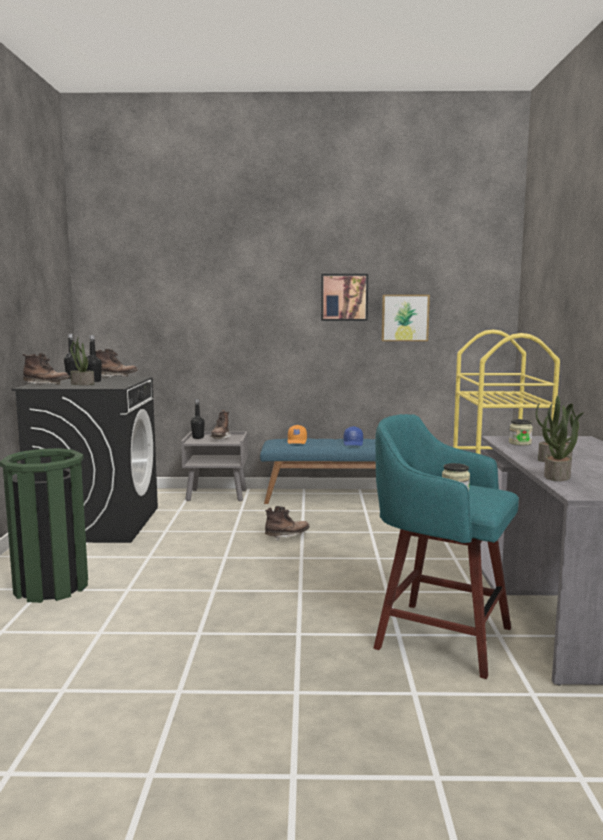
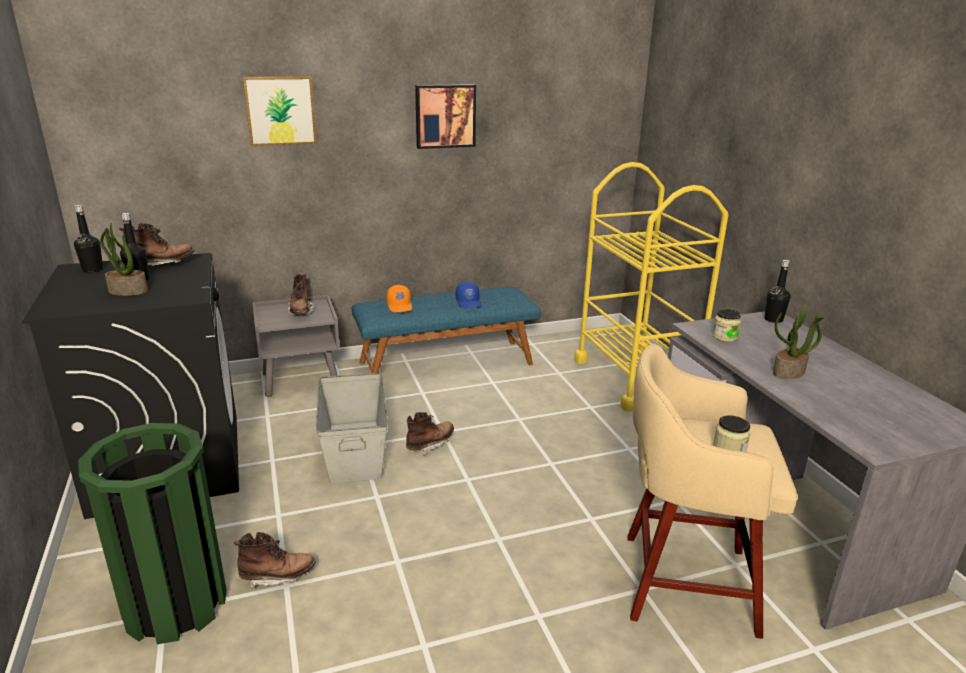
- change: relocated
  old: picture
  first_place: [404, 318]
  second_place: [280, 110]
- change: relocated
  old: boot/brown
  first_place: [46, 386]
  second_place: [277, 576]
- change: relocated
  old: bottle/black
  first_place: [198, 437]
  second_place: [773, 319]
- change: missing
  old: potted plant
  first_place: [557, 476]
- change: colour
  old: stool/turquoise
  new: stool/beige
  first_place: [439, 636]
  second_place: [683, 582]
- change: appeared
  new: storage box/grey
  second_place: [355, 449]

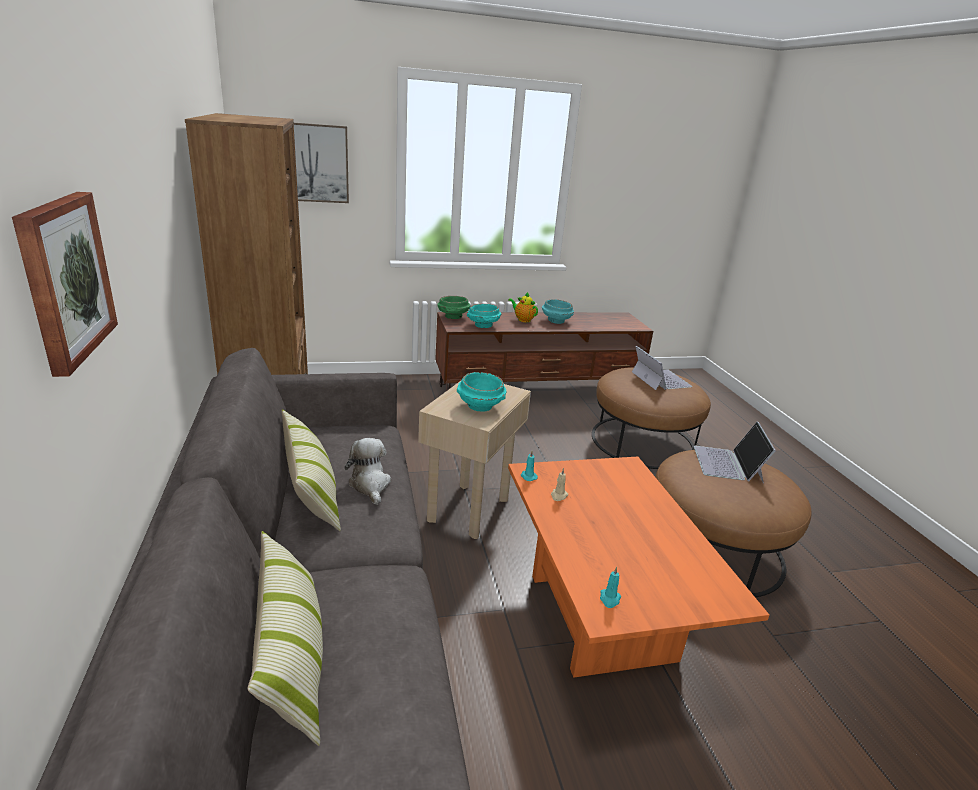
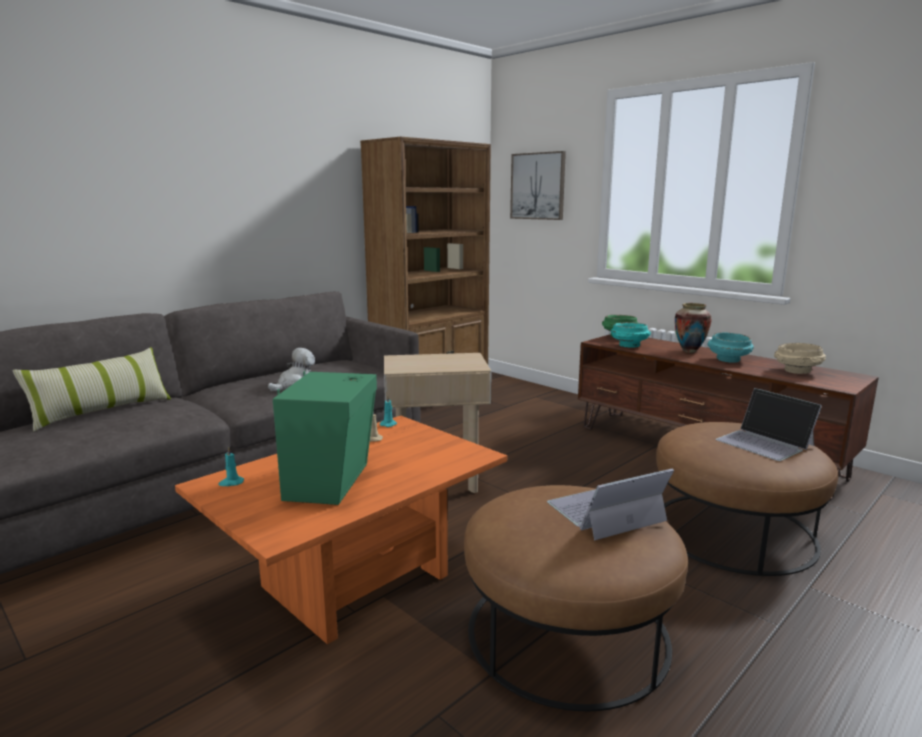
- change: missing
  old: picture
  first_place: [65, 279]
- change: exchanged
  old: teapot
  new: vase
  first_place: [523, 319]
  second_place: [689, 351]
- change: spun
  old: laptop
  first_place: [660, 379]
  second_place: [765, 442]
  degrees: 105
- change: missing
  old: bowl/turquoise
  first_place: [480, 406]
- change: missing
  old: pillow
  first_place: [312, 491]
- change: appeared
  new: bowl/beige
  second_place: [797, 371]
- change: appeared
  new: speaker/green
  second_place: [332, 481]

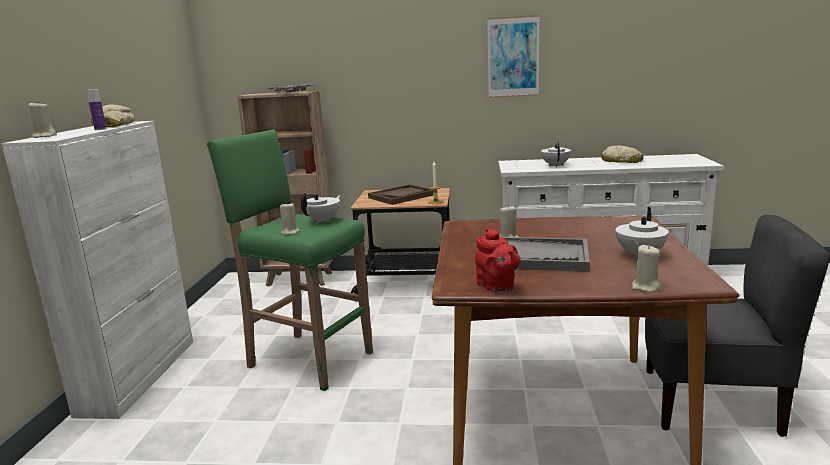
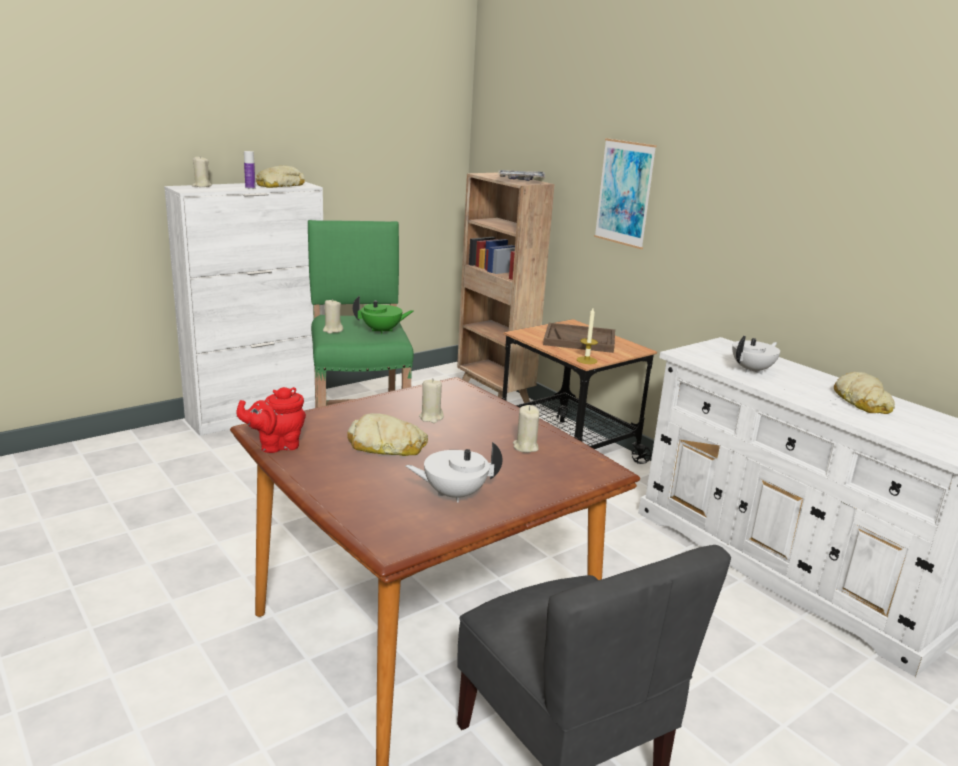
- change: relocated
  old: picture
  first_place: [513, 57]
  second_place: [624, 193]
- change: colour
  old: teapot/white
  new: teapot/green
  first_place: [323, 220]
  second_place: [382, 331]
- change: spun
  old: teapot/red
  first_place: [497, 287]
  second_place: [276, 445]
  degrees: 45
- change: exchanged
  old: tray/grey
  new: bread
  first_place: [540, 257]
  second_place: [386, 445]
- change: relocated
  old: candle/beige
  first_place: [645, 287]
  second_place: [525, 447]

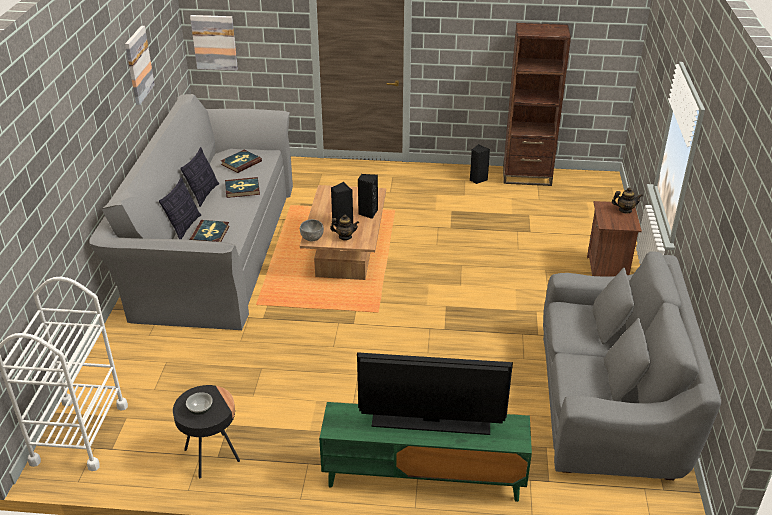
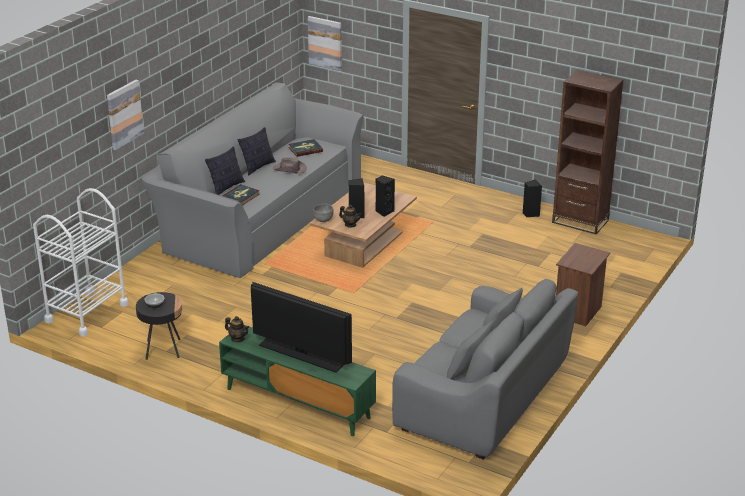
- change: relocated
  old: picture
  first_place: [138, 65]
  second_place: [124, 114]
- change: exchanged
  old: book
  new: hat/brown
  first_place: [242, 189]
  second_place: [290, 169]
- change: relocated
  old: teapot
  first_place: [625, 210]
  second_place: [237, 339]

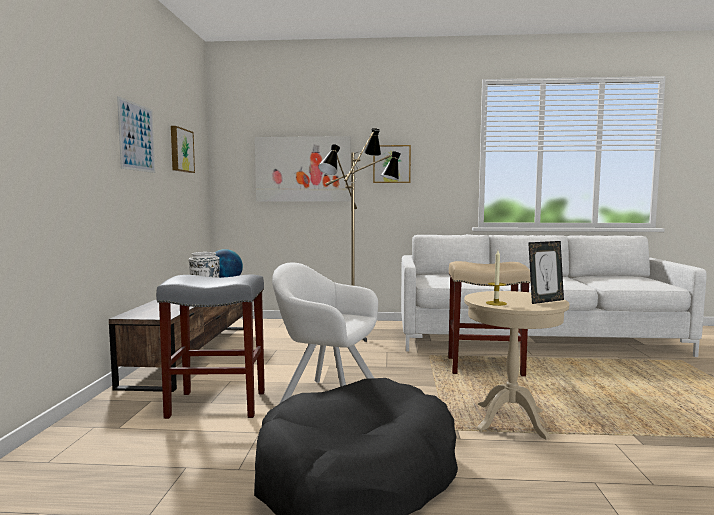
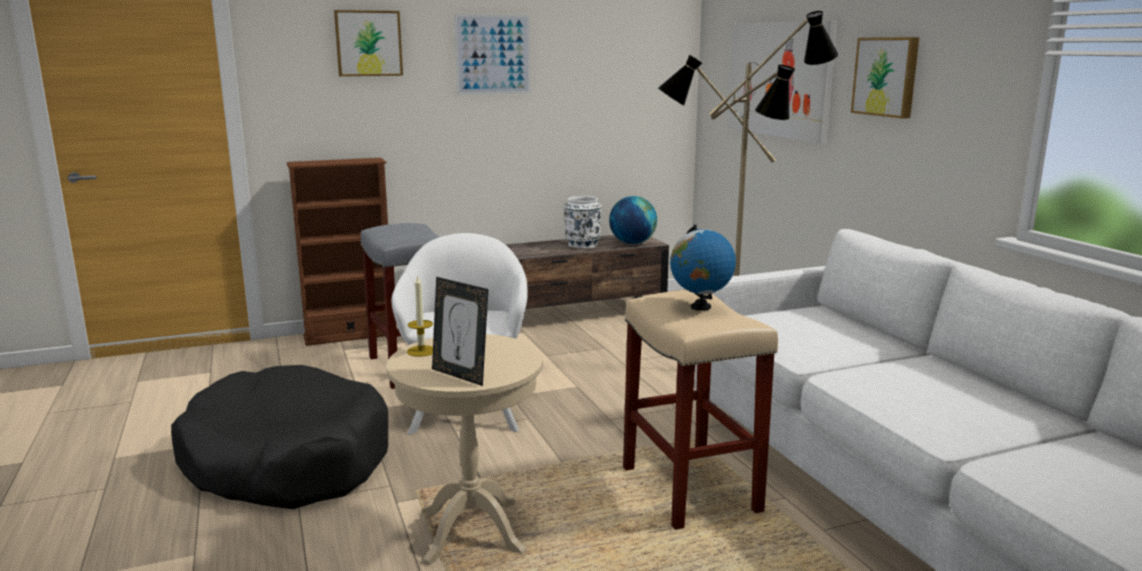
- change: relocated
  old: picture
  first_place: [180, 150]
  second_place: [368, 43]
- change: appeared
  new: bookcase/brown
  second_place: [350, 335]
- change: appeared
  new: globe
  second_place: [700, 307]

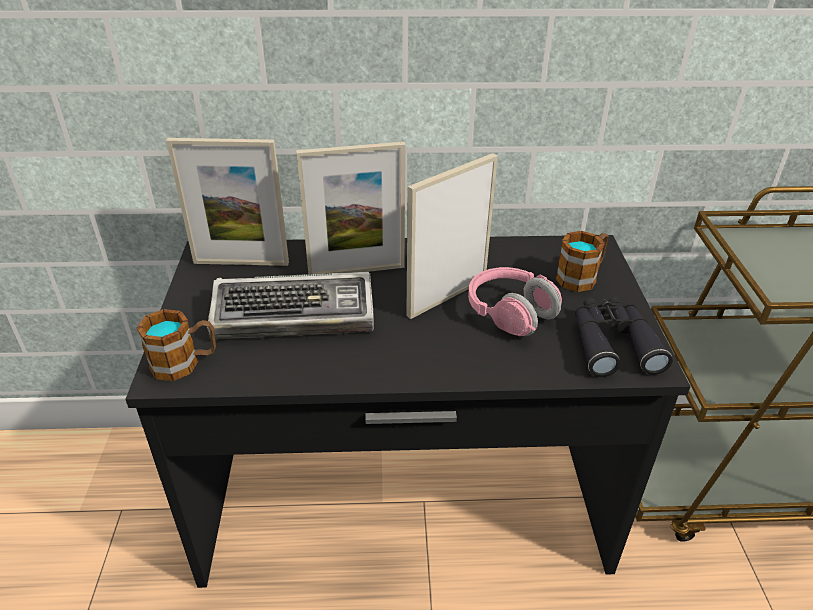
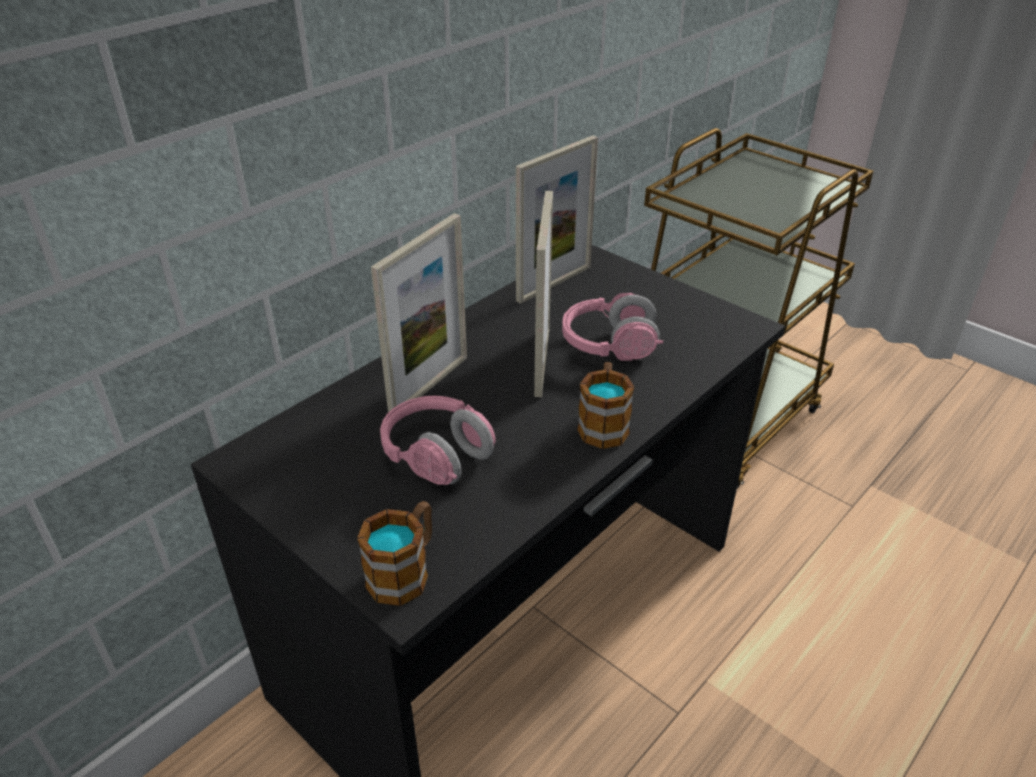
- change: relocated
  old: picture frame
  first_place: [241, 263]
  second_place: [554, 283]
- change: relocated
  old: mug
  first_place: [581, 276]
  second_place: [603, 423]
- change: exchanged
  old: keyboard
  new: headphones/pink
  first_place: [296, 314]
  second_place: [437, 456]
- change: missing
  old: binoculars/black
  first_place: [612, 343]

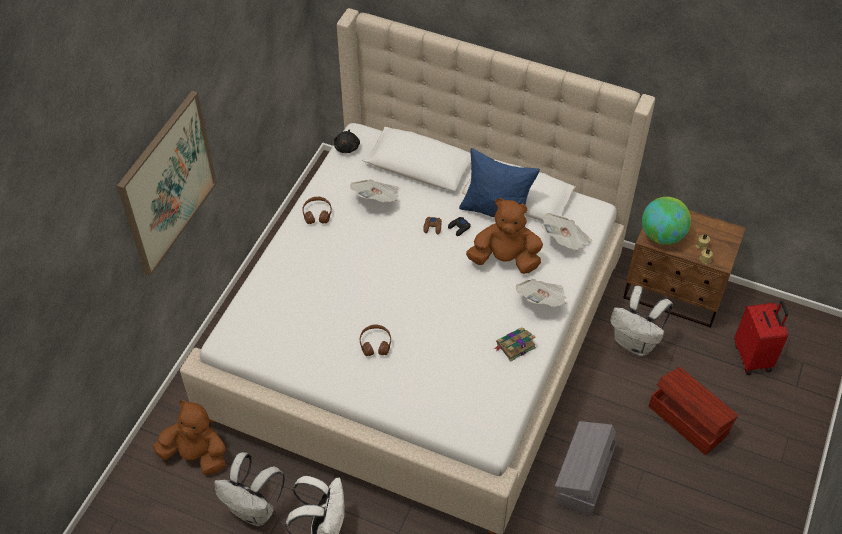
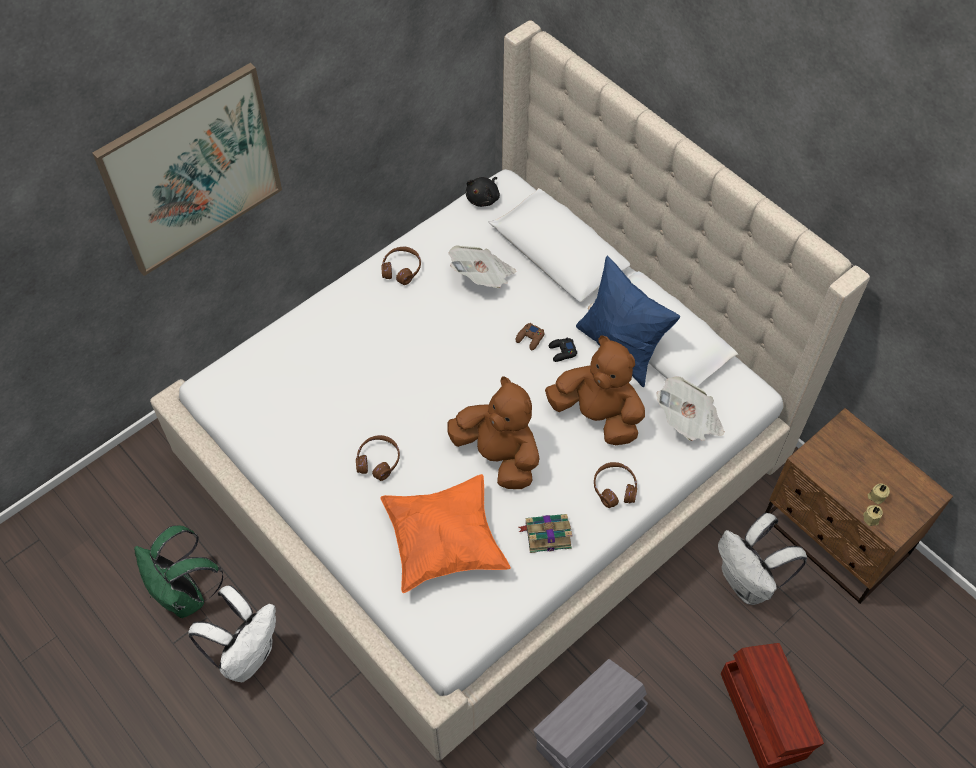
- change: missing
  old: globe
  first_place: [662, 235]
- change: exchanged
  old: newspaper
  new: headphones/brown
  first_place: [542, 300]
  second_place: [614, 488]
- change: missing
  old: suitcase/red
  first_place: [753, 357]
- change: relocated
  old: plush toy/brown
  first_place: [196, 455]
  second_place: [498, 455]
- change: colour
  old: backpack/white
  new: backpack/green
  first_place: [254, 510]
  second_place: [186, 595]
- change: appeared
  new: pillow/orange
  second_place: [444, 542]

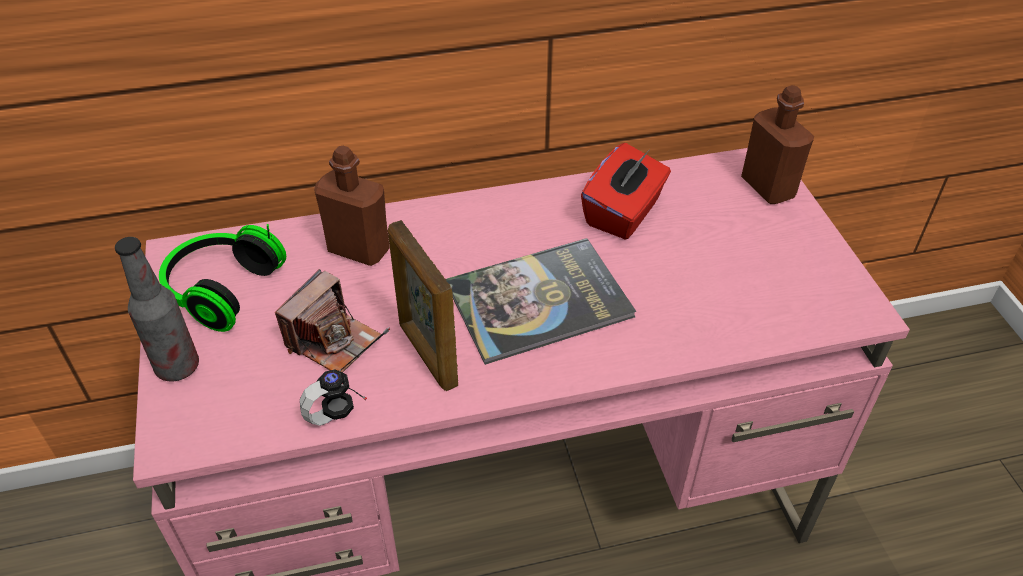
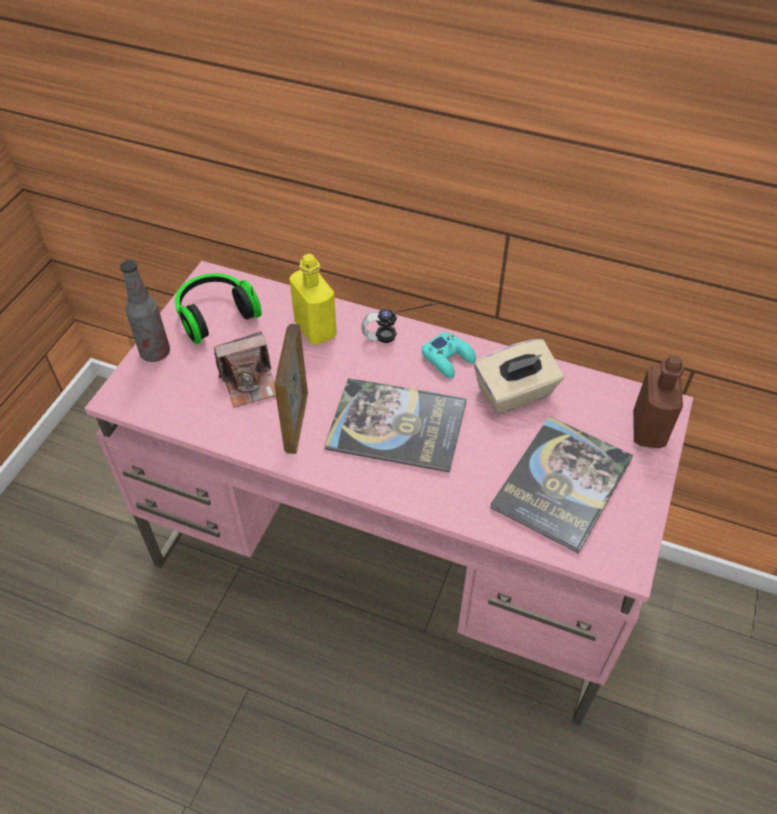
- change: colour
  old: tissue box/red
  new: tissue box/beige
  first_place: [624, 213]
  second_place: [515, 393]
- change: colour
  old: bottle/brown
  new: bottle/yellow
  first_place: [359, 250]
  second_place: [315, 329]
- change: relocated
  old: headphones
  first_place: [362, 406]
  second_place: [400, 342]
- change: appeared
  new: game controller/turquoise
  second_place: [448, 359]
- change: appeared
  new: book
  second_place: [562, 483]

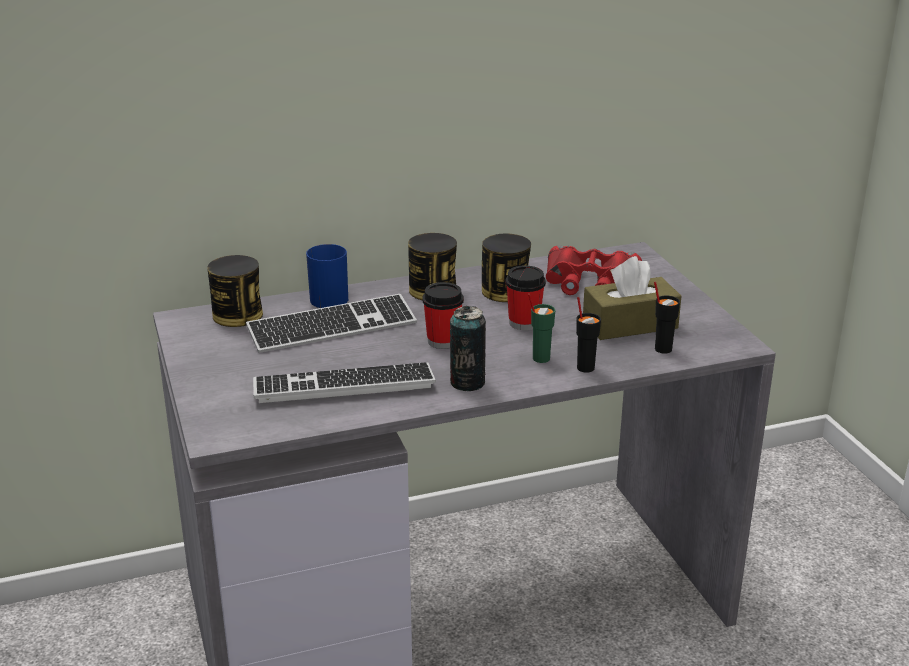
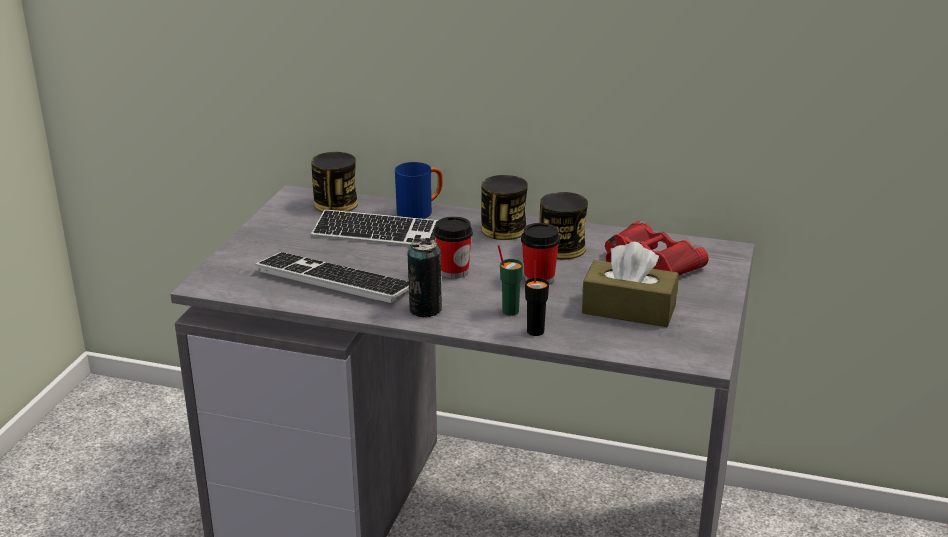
- change: missing
  old: cup/black
  first_place: [662, 349]

